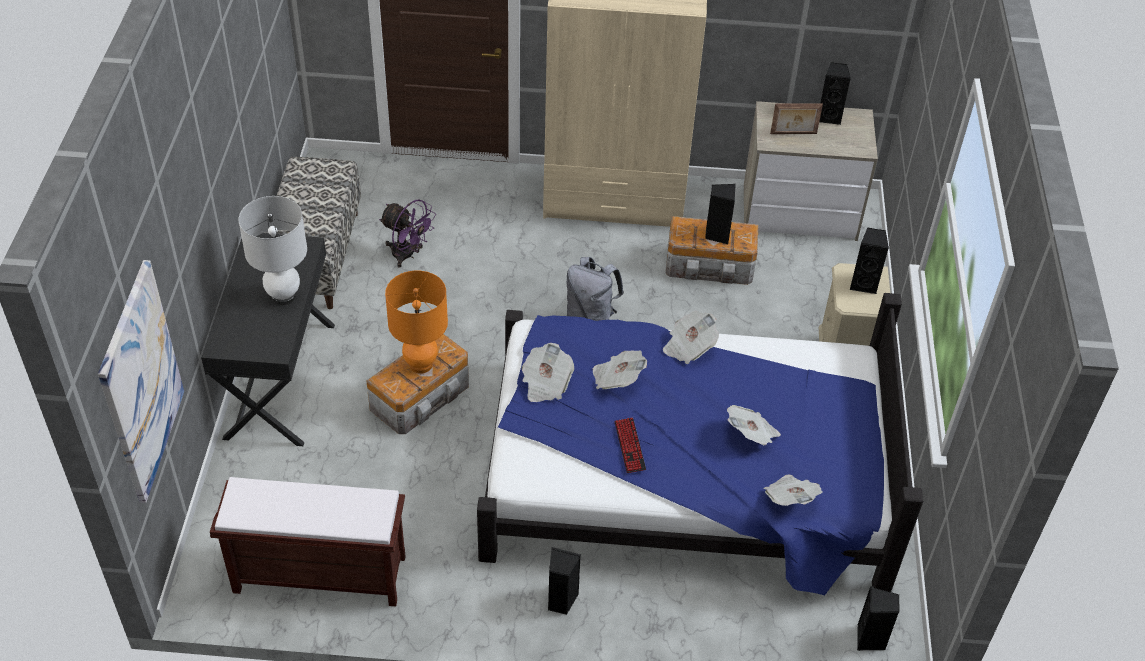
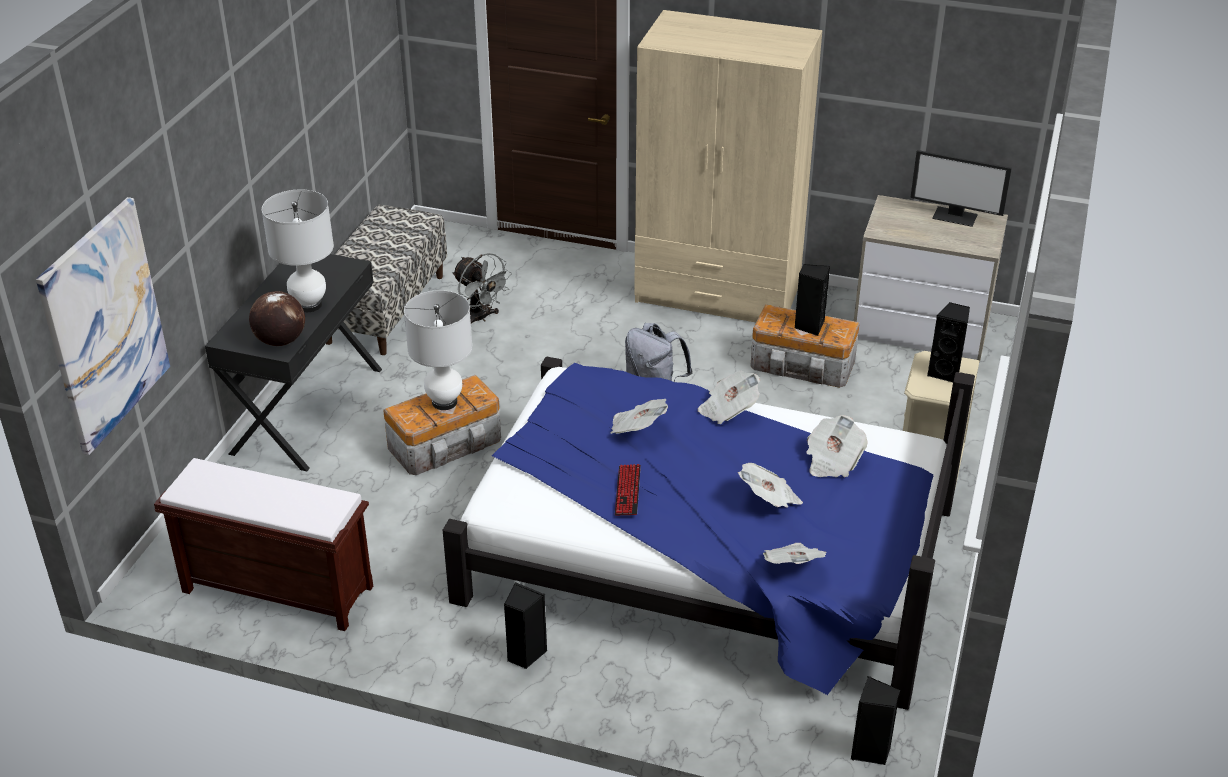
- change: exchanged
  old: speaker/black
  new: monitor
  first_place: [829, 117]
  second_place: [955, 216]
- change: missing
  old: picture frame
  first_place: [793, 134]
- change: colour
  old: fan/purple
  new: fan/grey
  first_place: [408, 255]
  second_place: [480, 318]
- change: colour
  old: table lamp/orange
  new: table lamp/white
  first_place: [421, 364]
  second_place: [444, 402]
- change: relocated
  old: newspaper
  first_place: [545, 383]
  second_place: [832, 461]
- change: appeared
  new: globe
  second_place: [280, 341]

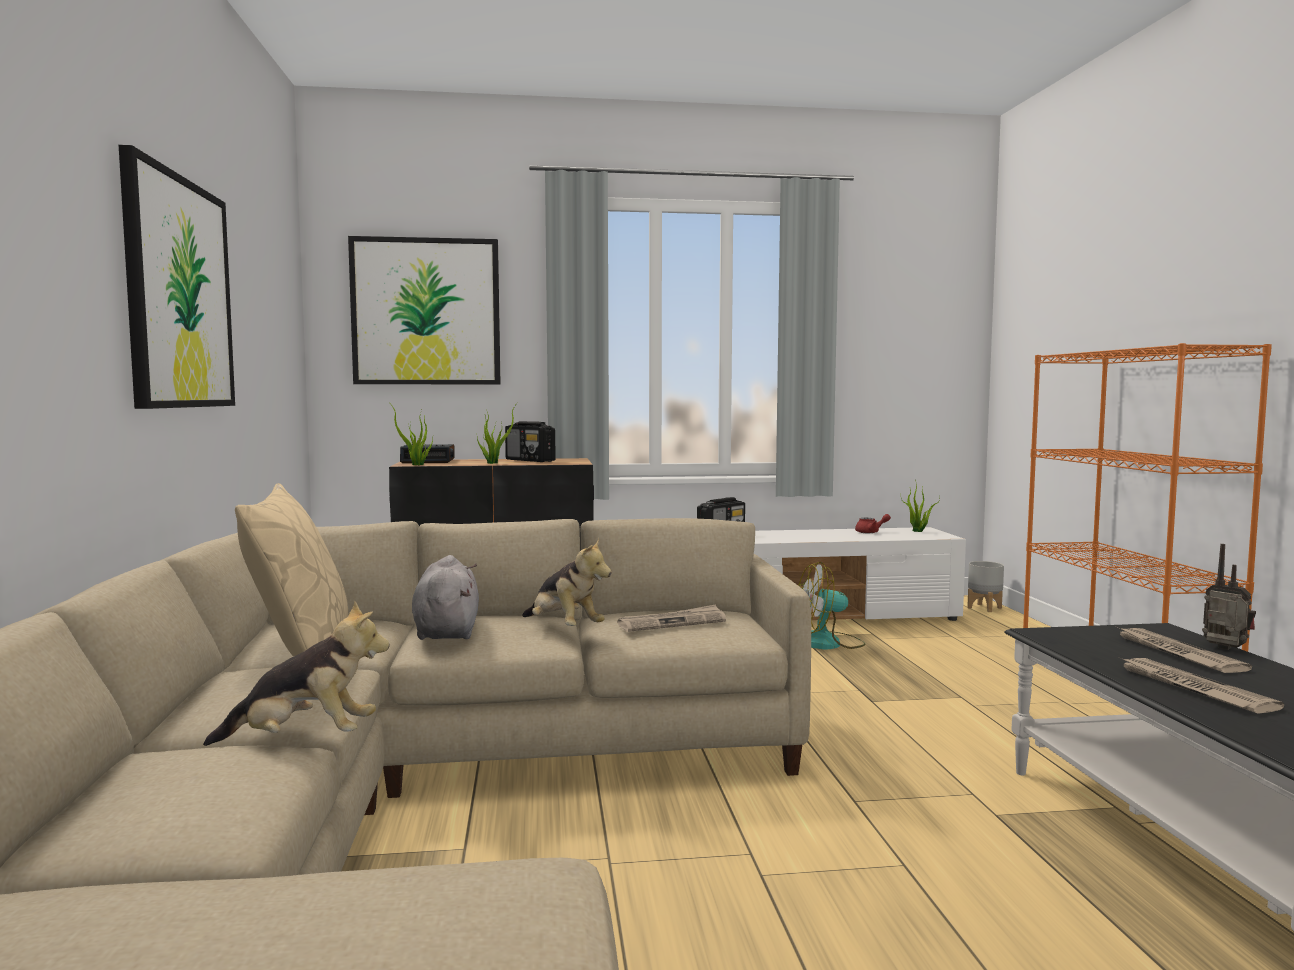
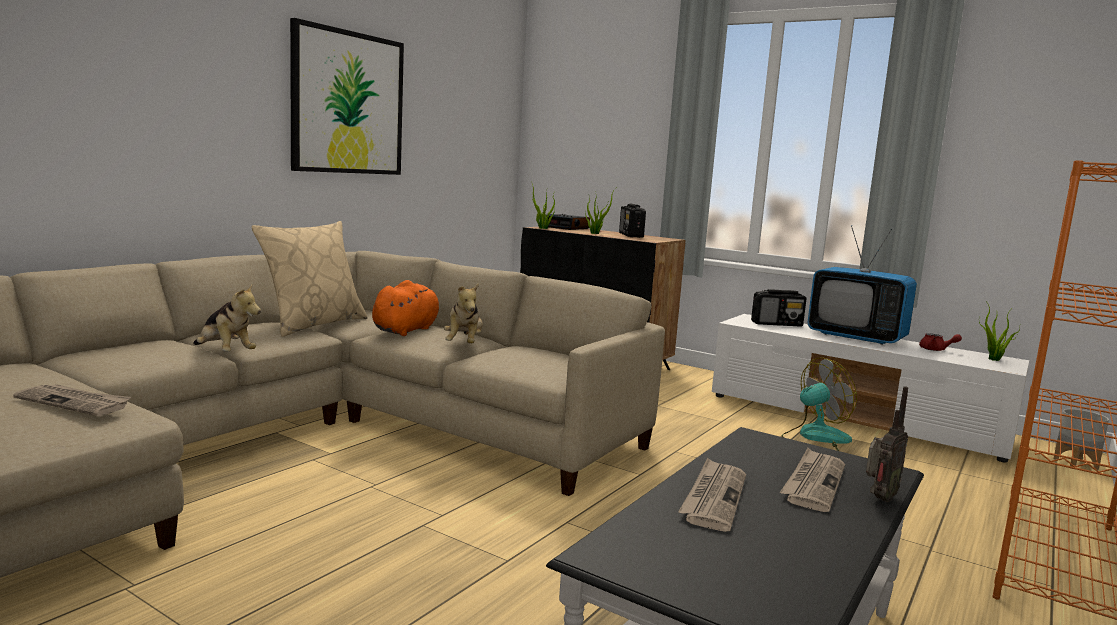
- change: missing
  old: picture
  first_place: [426, 312]
- change: spun
  old: radio
  first_place: [1225, 649]
  second_place: [878, 498]
  degrees: 45
- change: colour
  old: plush toy/grey
  new: plush toy/orange
  first_place: [446, 631]
  second_place: [407, 330]
- change: spun
  old: fan
  first_place: [827, 643]
  second_place: [815, 438]
  degrees: 120
- change: relocated
  old: newspaper
  first_place: [672, 622]
  second_place: [75, 402]
- change: appeared
  new: television
  second_place: [856, 337]

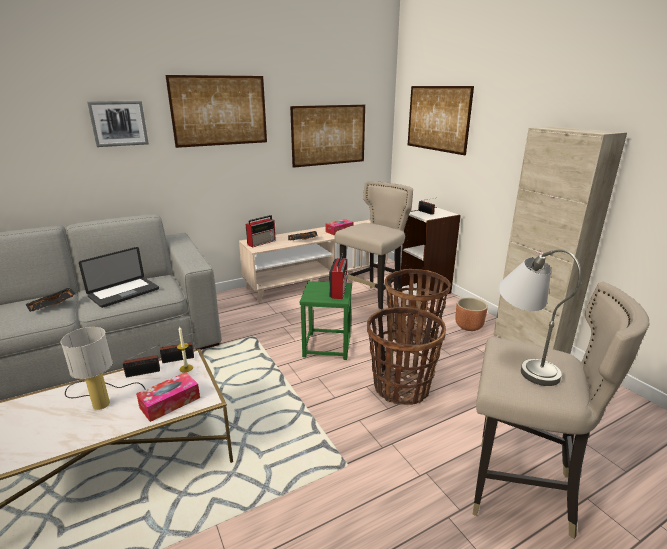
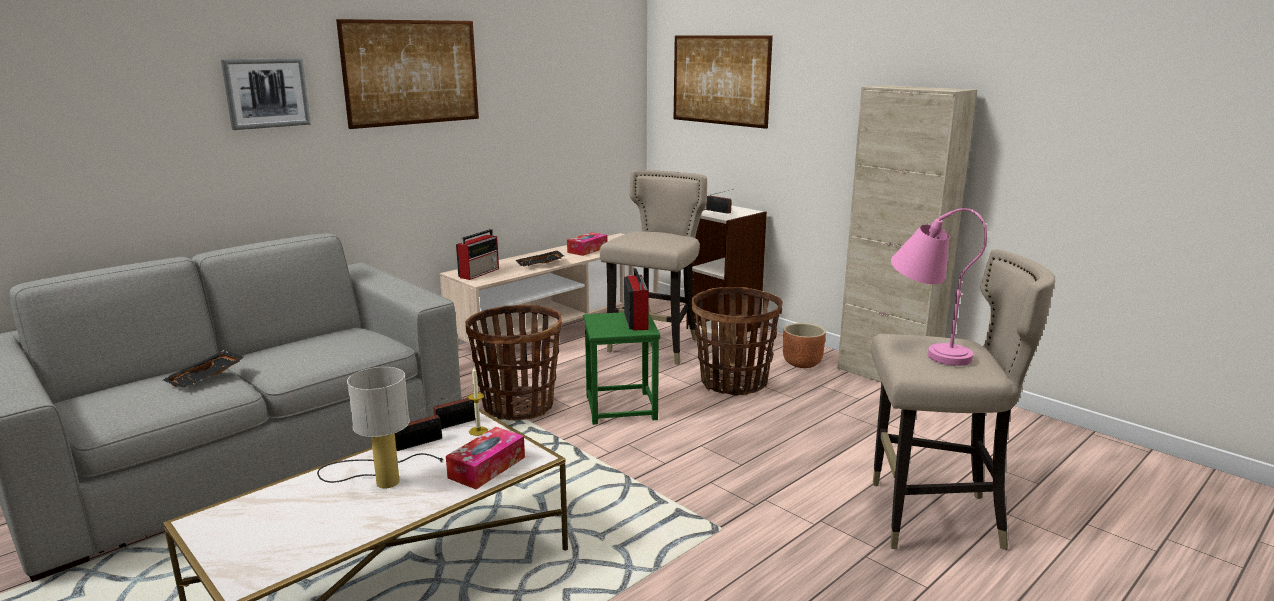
- change: missing
  old: picture
  first_place: [329, 135]
- change: missing
  old: laptop
  first_place: [124, 293]
- change: colour
  old: table lamp/grey
  new: table lamp/pink
  first_place: [522, 360]
  second_place: [925, 348]
- change: relocated
  old: basket
  first_place: [401, 387]
  second_place: [518, 406]

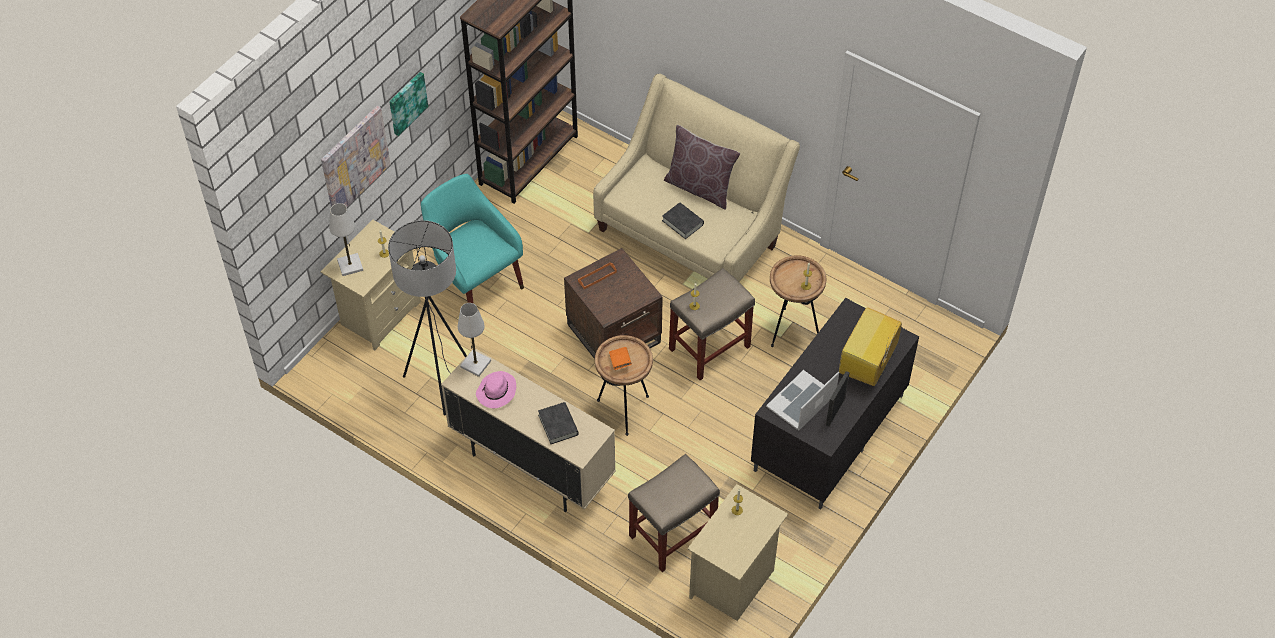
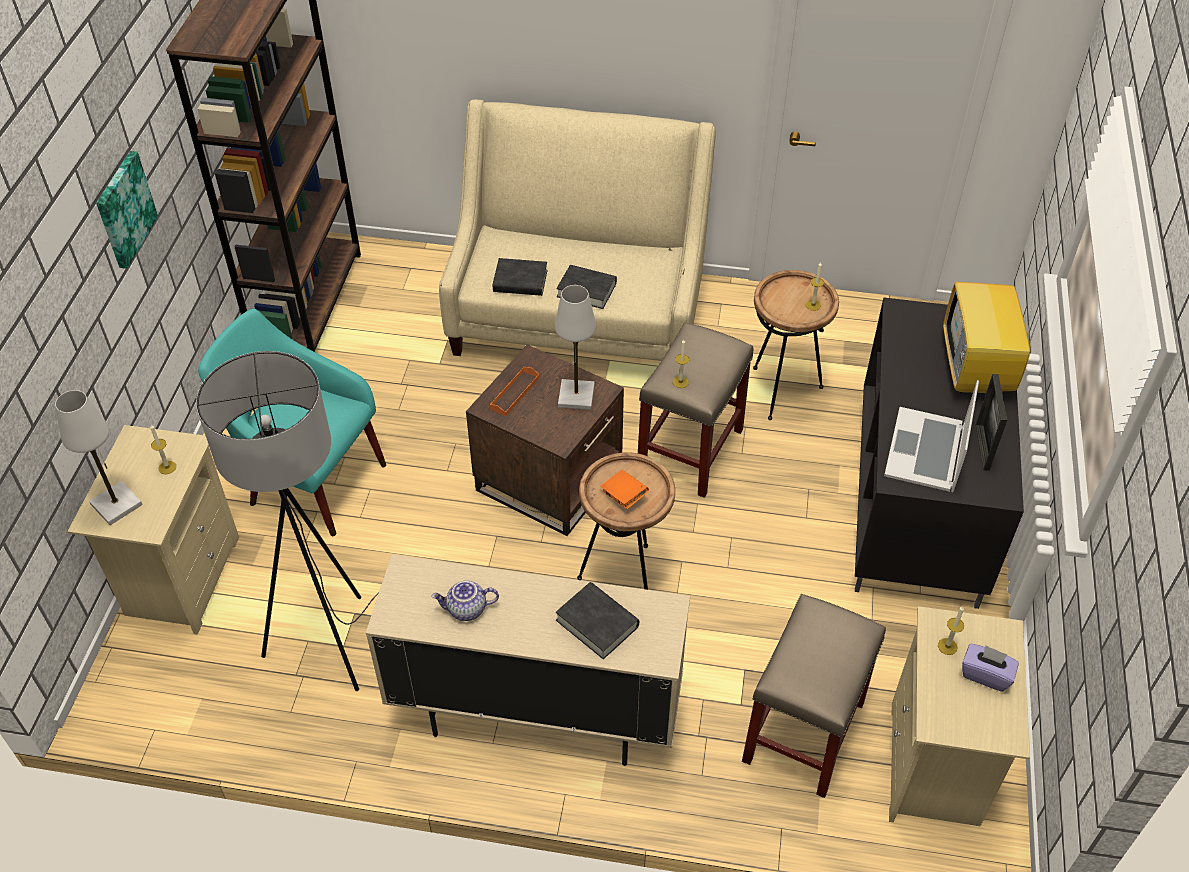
- change: missing
  old: picture
  first_place: [354, 160]
- change: missing
  old: pillow/brown
  first_place: [700, 187]
- change: relocated
  old: table lamp/white
  first_place: [475, 364]
  second_place: [576, 396]
- change: exchanged
  old: hat/pink
  new: teapot
  first_place: [496, 392]
  second_place: [466, 610]
- change: appeared
  new: book/black
  second_place: [520, 281]
- change: appeared
  new: tissue box/purple
  second_place: [985, 674]

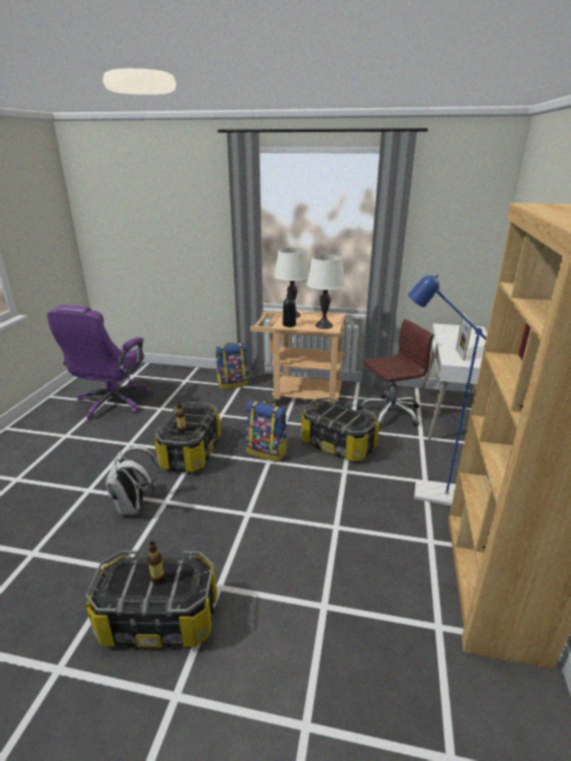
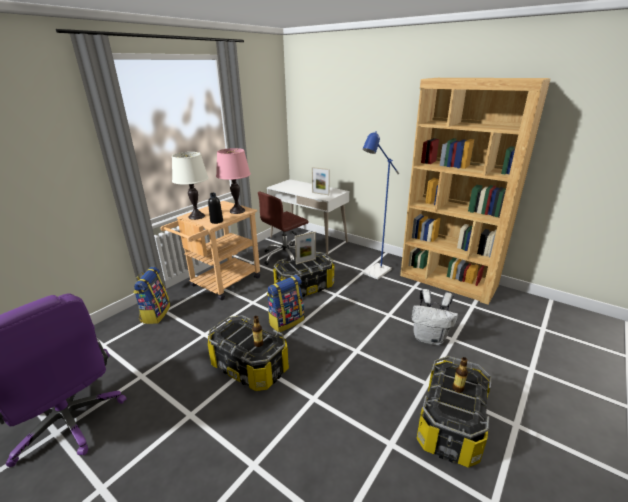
- change: colour
  old: table lamp/white
  new: table lamp/pink
  first_place: [324, 325]
  second_place: [237, 211]
- change: spun
  old: office chair/brown
  first_place: [390, 412]
  second_place: [285, 257]
  degrees: -135
- change: relocated
  old: backpack/white
  first_place: [134, 507]
  second_place: [429, 338]
- change: appeared
  new: picture frame
  second_place: [306, 261]

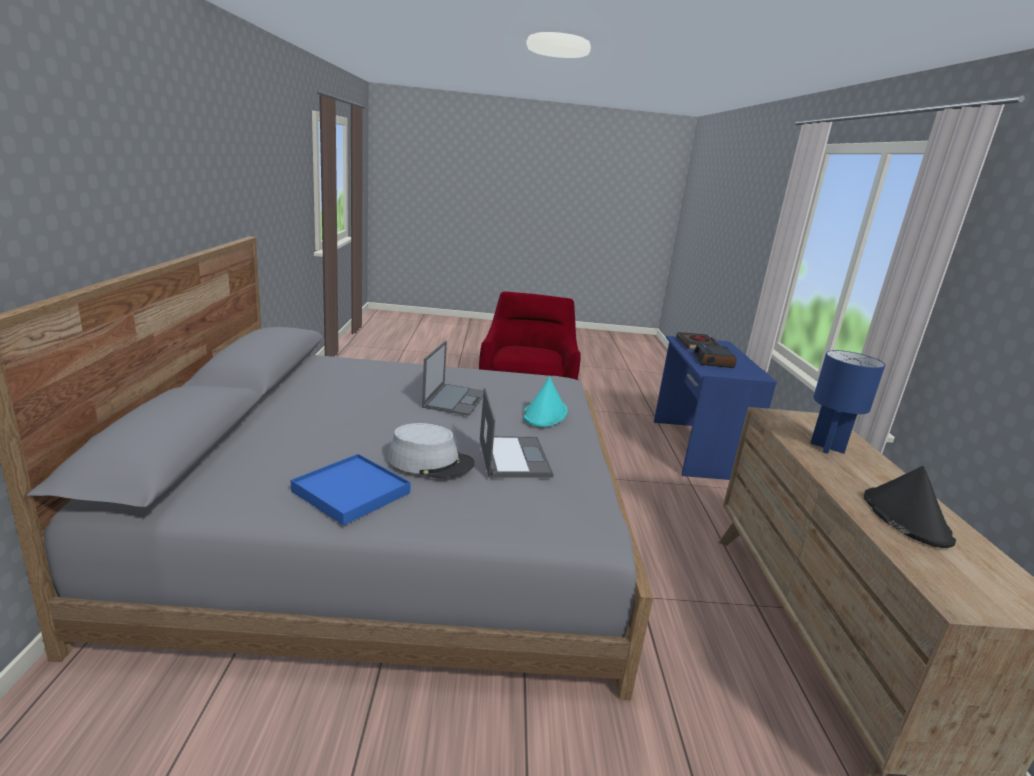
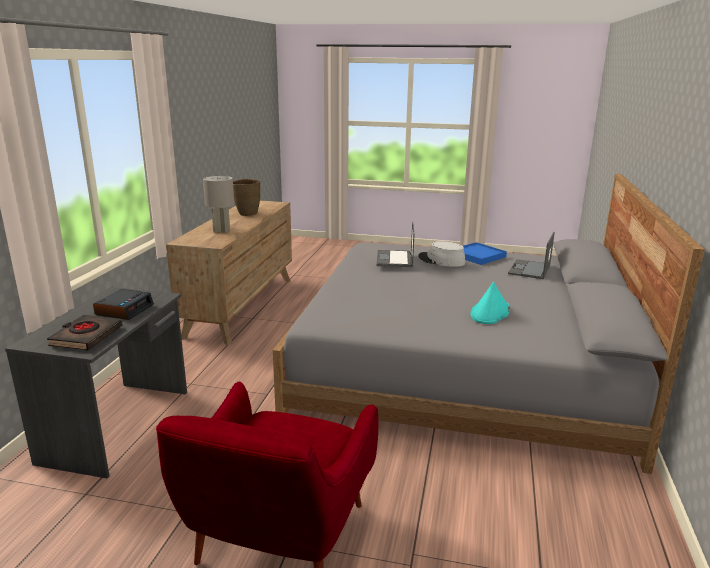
- change: colour
  old: desk/blue
  new: desk/grey
  first_place: [695, 449]
  second_place: [119, 425]
- change: relocated
  old: laptop
  first_place: [455, 399]
  second_place: [529, 269]
- change: colour
  old: table lamp/blue
  new: table lamp/grey
  first_place: [826, 447]
  second_place: [222, 230]
- change: relocated
  old: hat/turquoise
  first_place: [545, 414]
  second_place: [490, 313]
- change: exchanged
  old: hat/black
  new: vase/brown
  first_place: [905, 518]
  second_place: [247, 214]

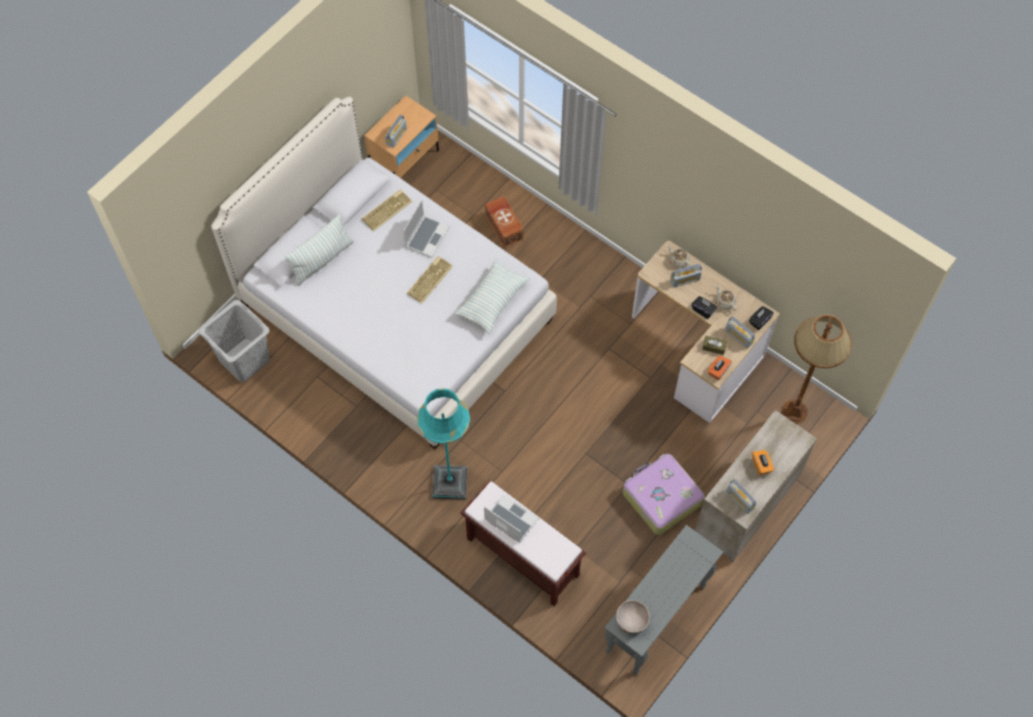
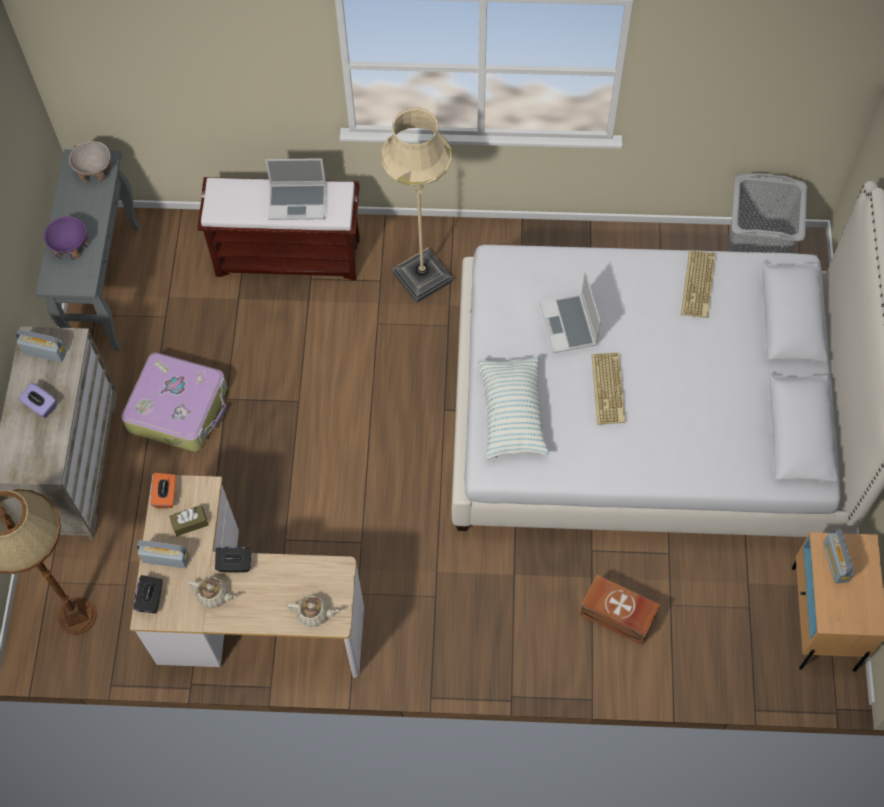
- change: relocated
  old: keyboard
  first_place: [386, 209]
  second_place: [699, 285]
- change: relocated
  old: laptop
  first_place: [427, 236]
  second_place: [569, 325]
- change: missing
  old: pillow
  first_place: [322, 260]
- change: missing
  old: radio
  first_place: [685, 280]
- change: colour
  old: floor lamp/turquoise
  new: floor lamp/beige
  first_place: [450, 483]
  second_place: [422, 277]
- change: colour
  old: tissue box/orange
  new: tissue box/purple
  first_place: [761, 465]
  second_place: [41, 406]
- change: appeared
  new: bowl/purple
  second_place: [71, 247]

